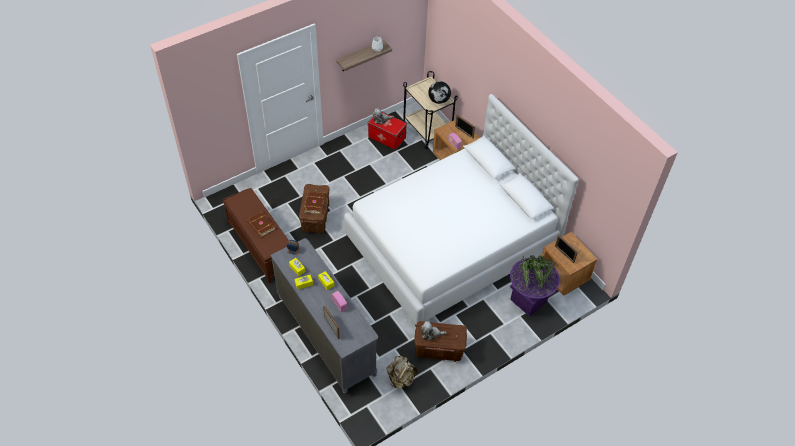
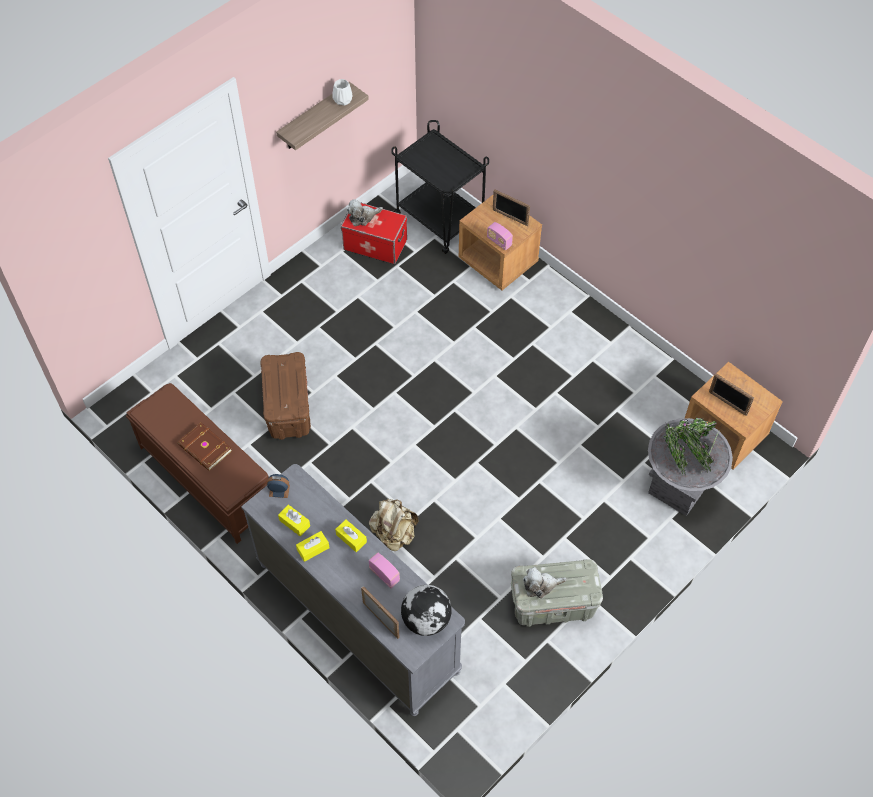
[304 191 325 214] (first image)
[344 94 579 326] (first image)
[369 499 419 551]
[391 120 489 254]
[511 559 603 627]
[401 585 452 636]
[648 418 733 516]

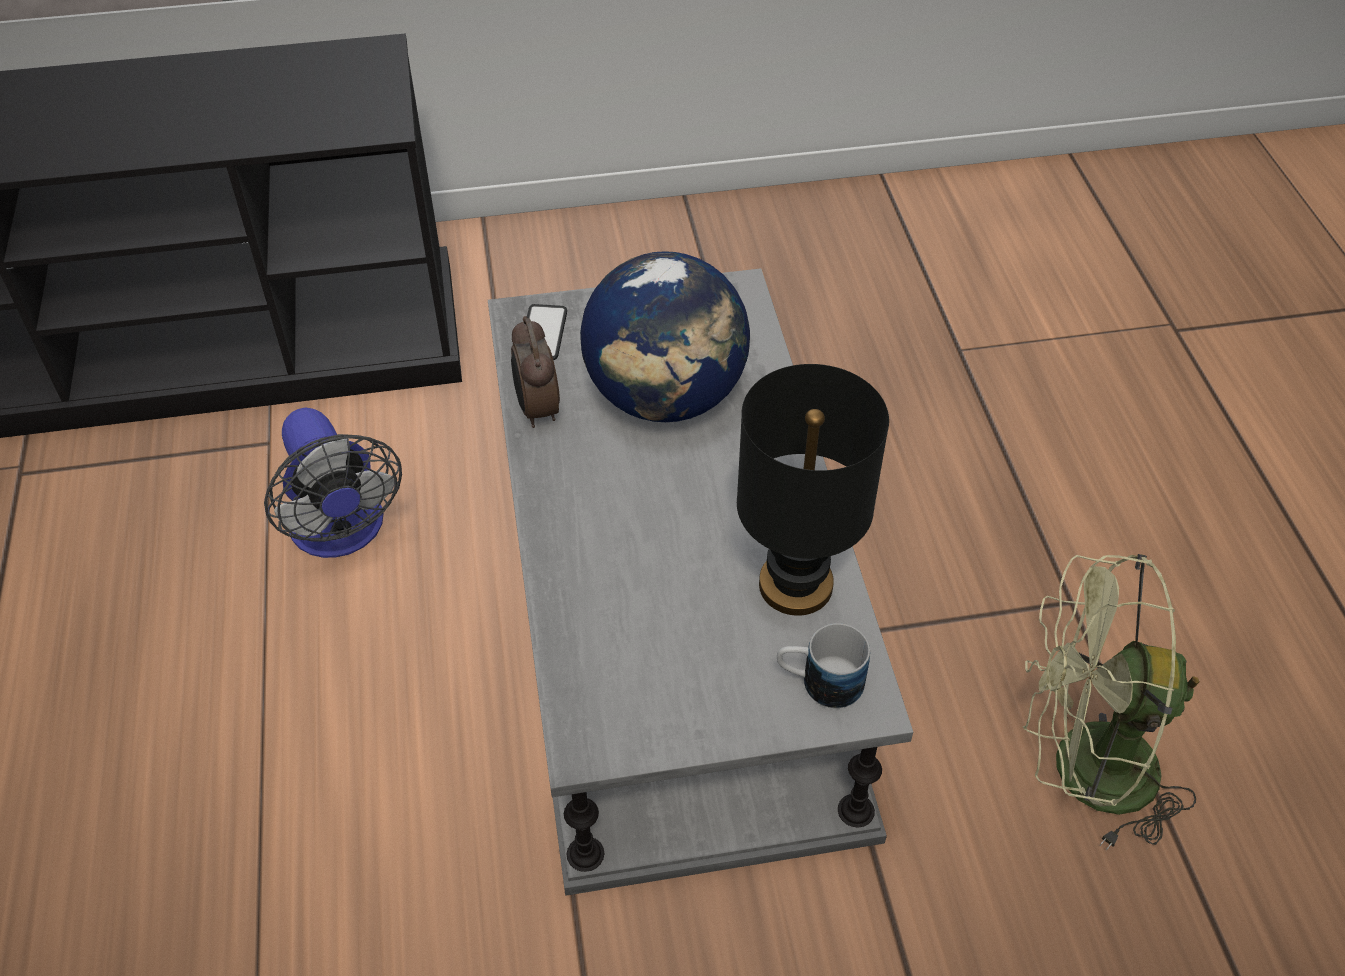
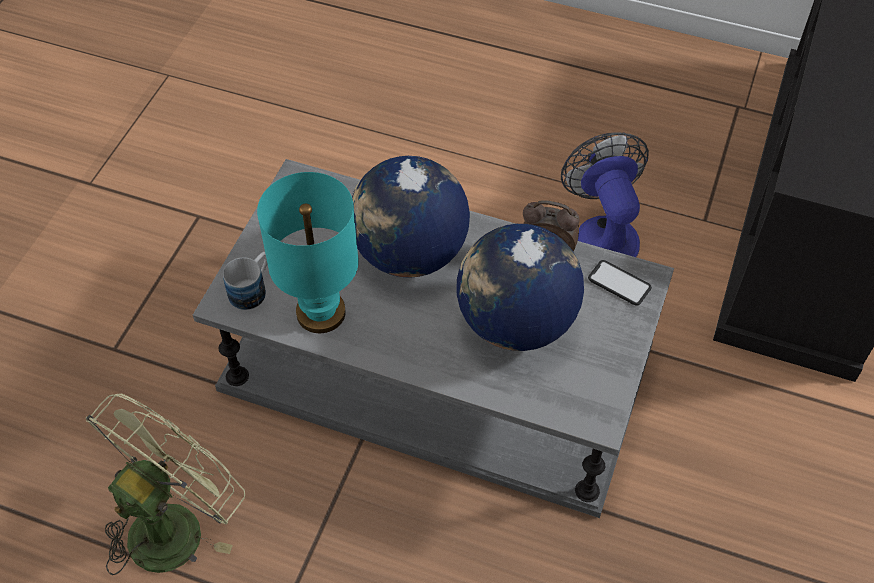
[561 132 649 257]
[257 172 359 333]
[352 156 470 278]

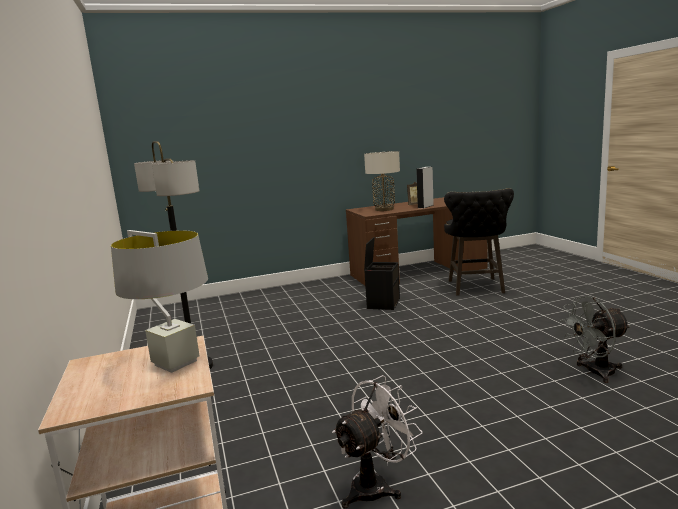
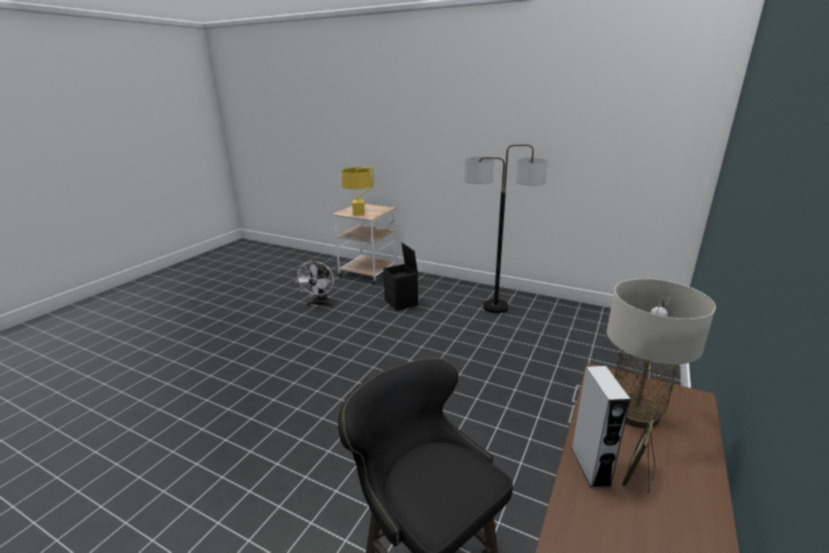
[342 168 374 216]
[383 242 418 311]
[560 296 631 383] (first image)

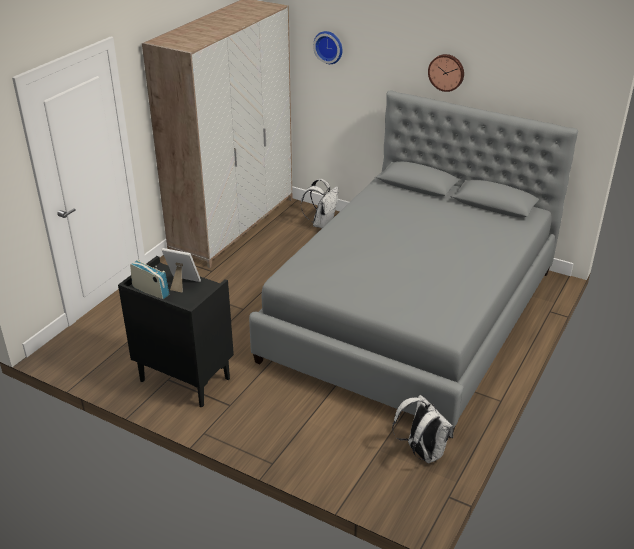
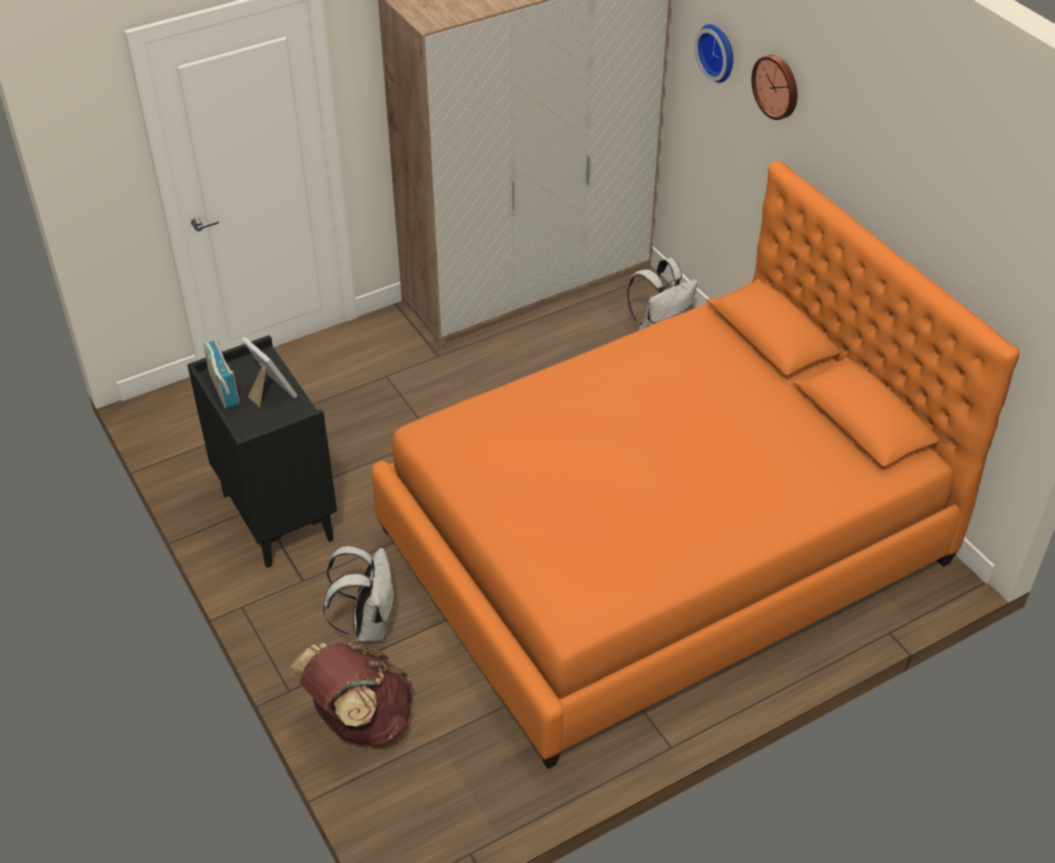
[372 161 1020 769]
[323 546 395 642]
[751 55 797 120]
[290 642 412 747]

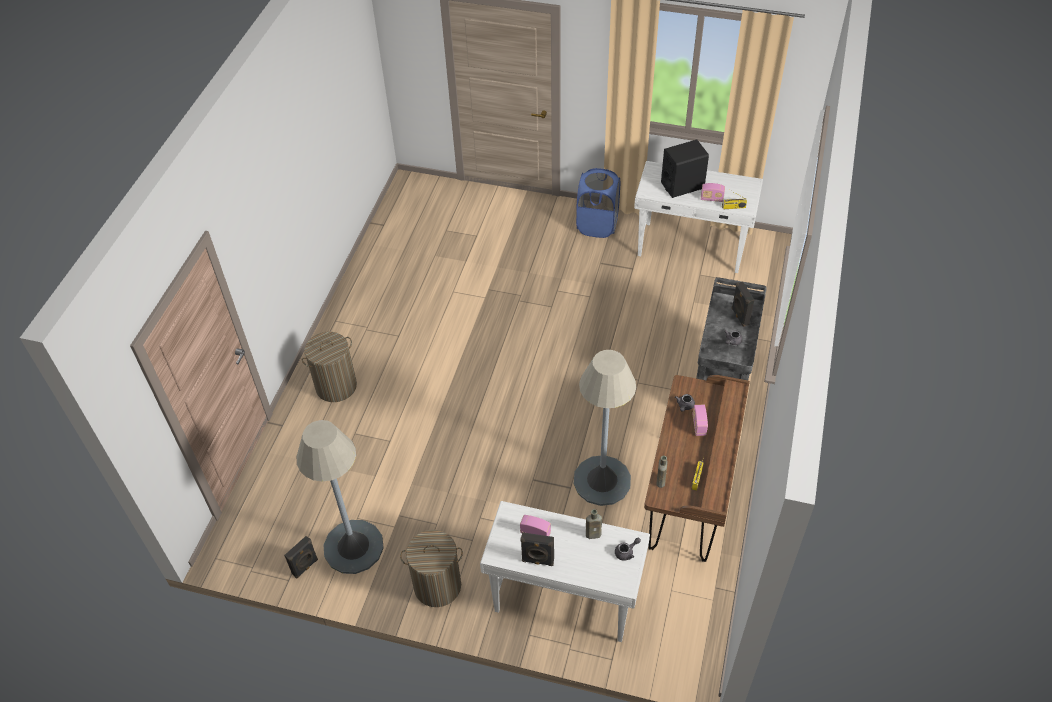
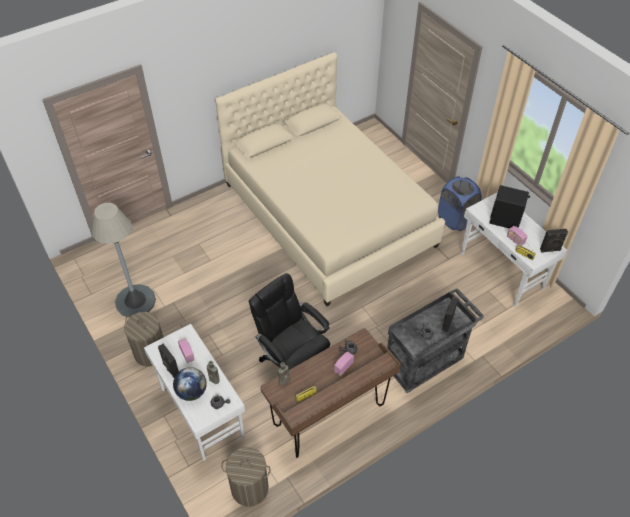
[540 229 568 253]
[221 447 270 506]
[249 273 330 370]
[173 367 207 401]
[215 52 445 306]

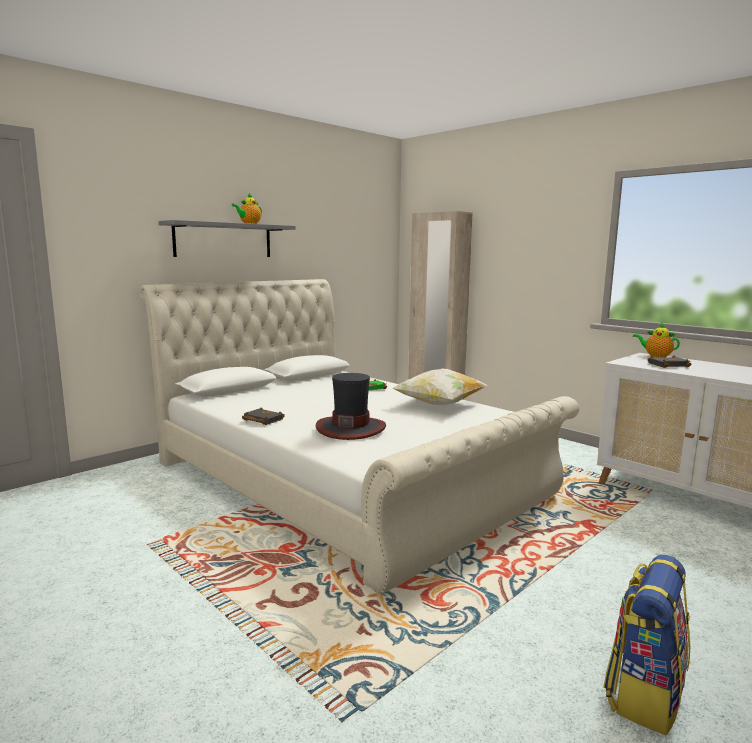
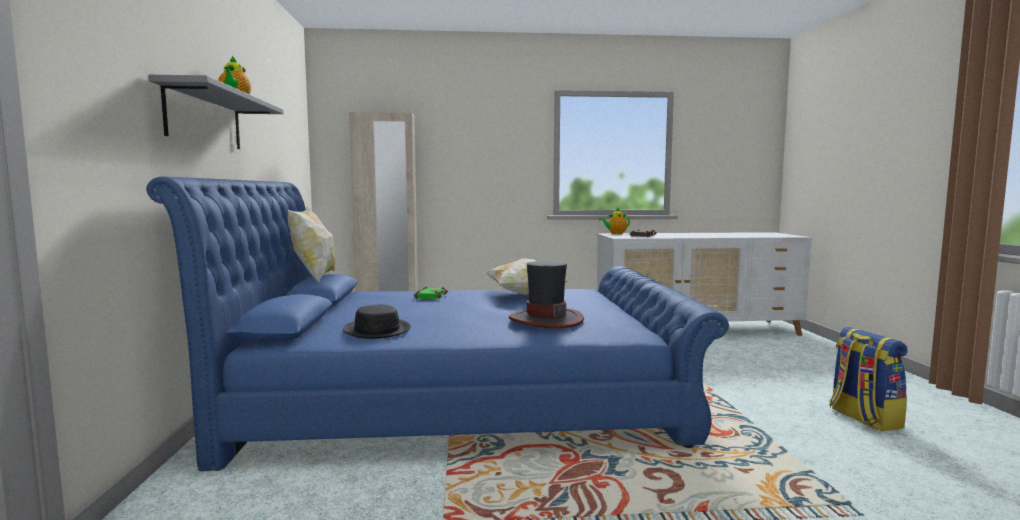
[146 177 729 471]
[242 408 285 425] (first image)
[288 206 335 282]
[343 304 411 339]

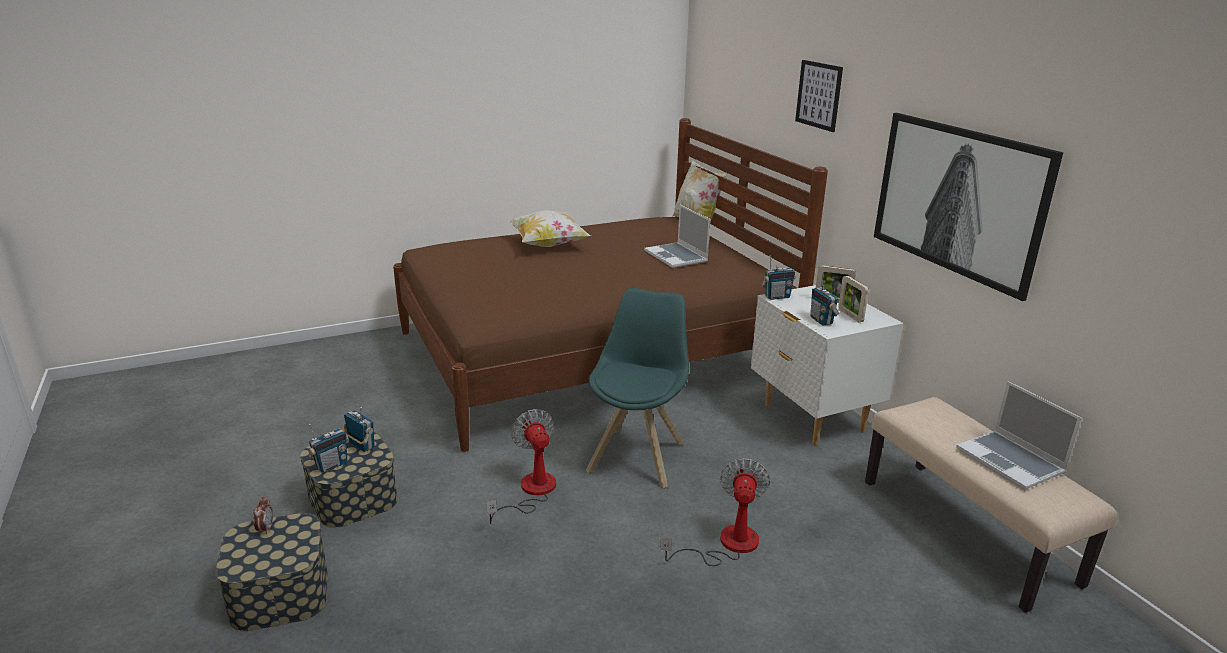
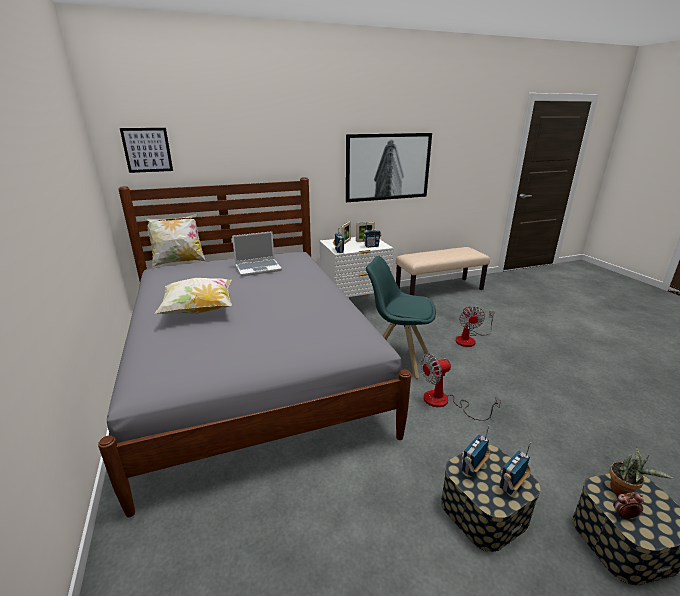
[500 442 531 495]
[98 177 411 518]
[456 306 495 347]
[120 128 173 173]
[956 381 1081 490] (first image)
[609 447 673 495]

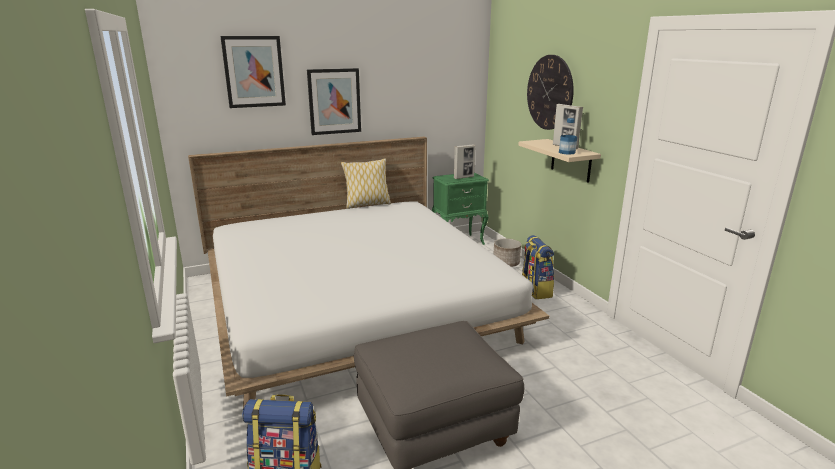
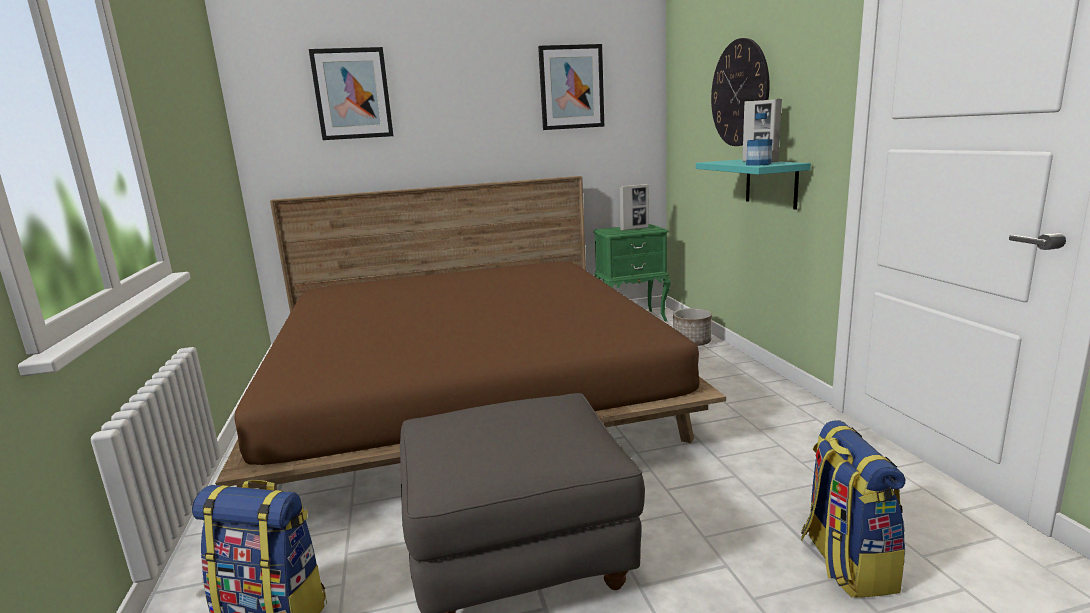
[215 176 726 491]
[538 44 604 130]
[341 158 391 209] (first image)
[696 159 811 210]
[801 420 905 598]

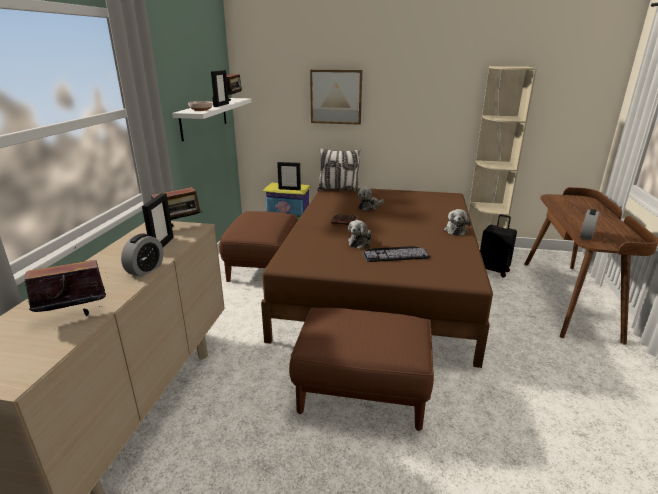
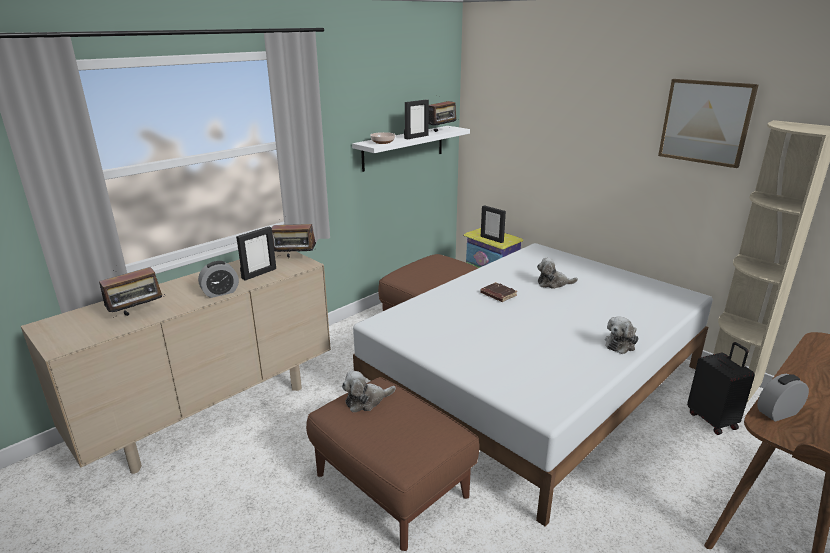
[99 267 165 317]
[353 243 713 526]
[658 79 759 168]
[317 148 361 192] (first image)
[342 371 396 412]
[363 246 430 262] (first image)

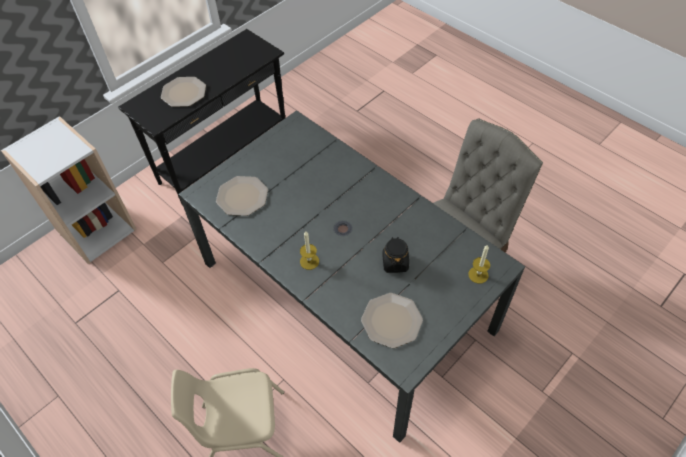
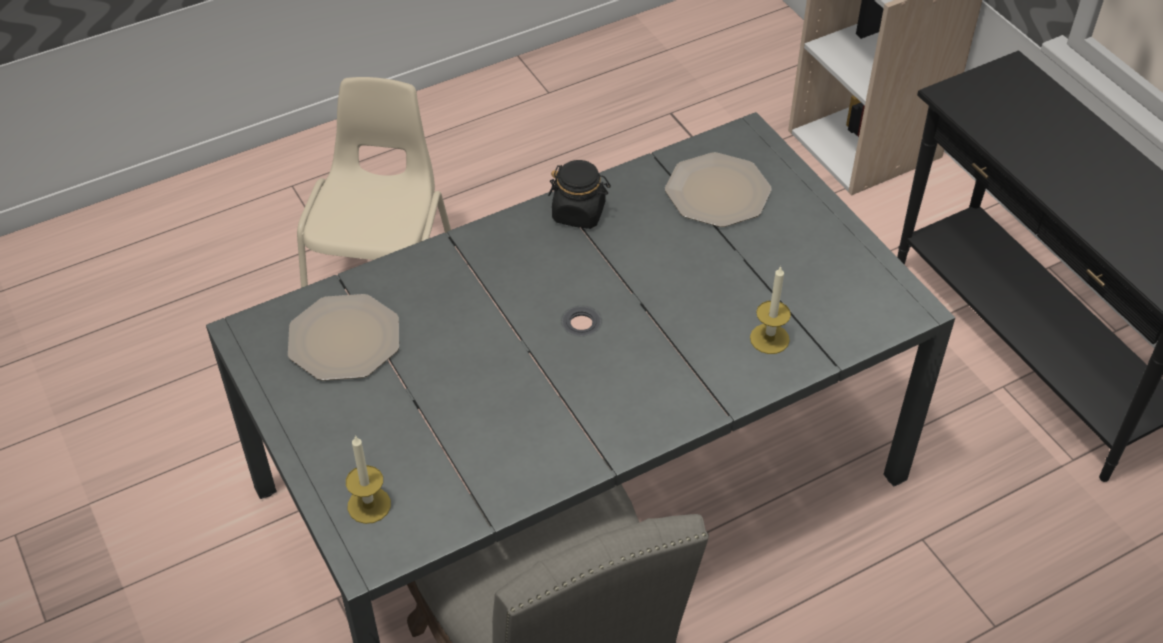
[161 77 206 107] (first image)
[750 266 791 354]
[548 160 611 229]

